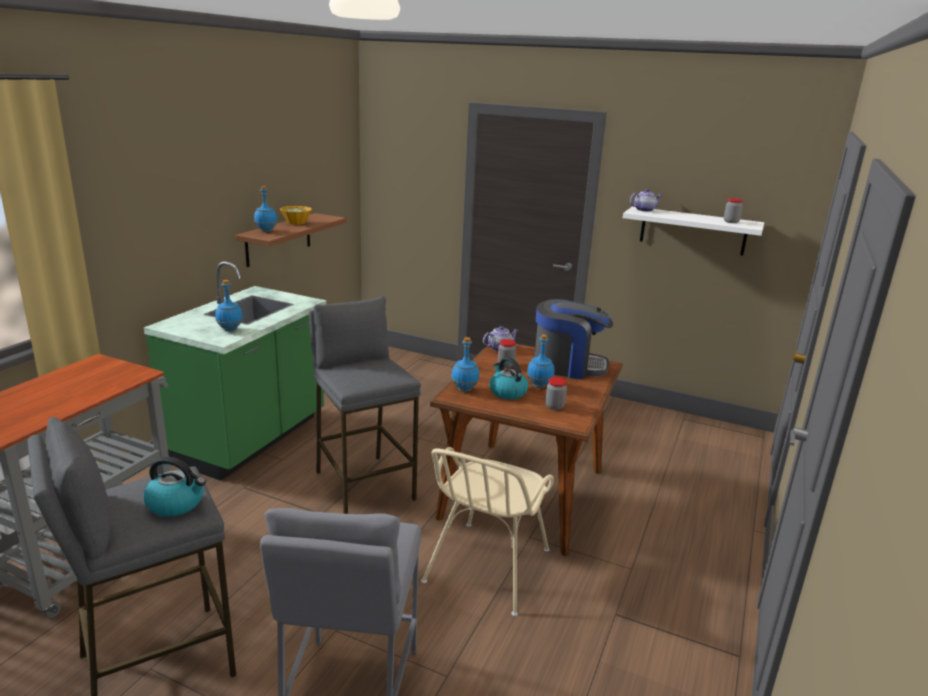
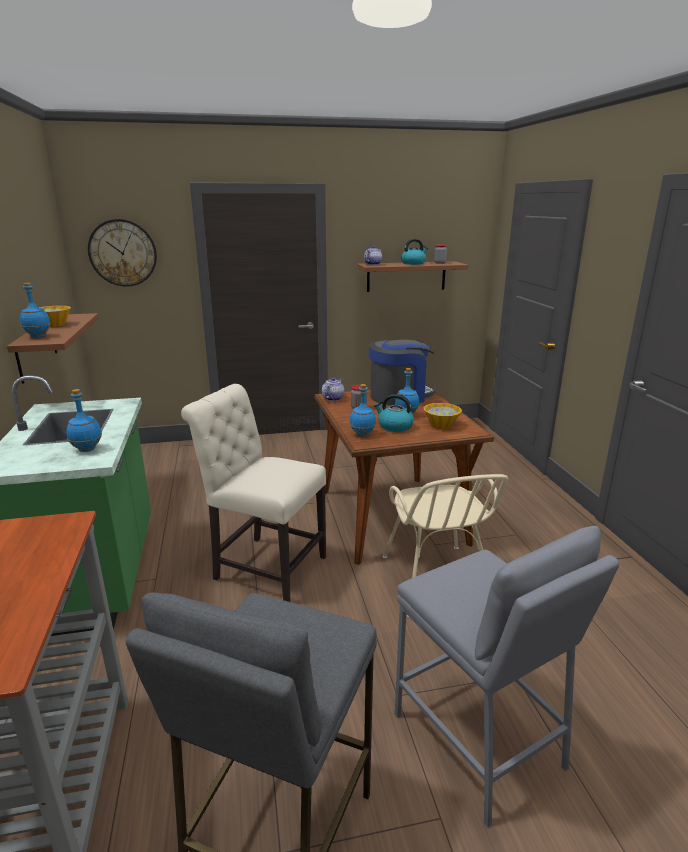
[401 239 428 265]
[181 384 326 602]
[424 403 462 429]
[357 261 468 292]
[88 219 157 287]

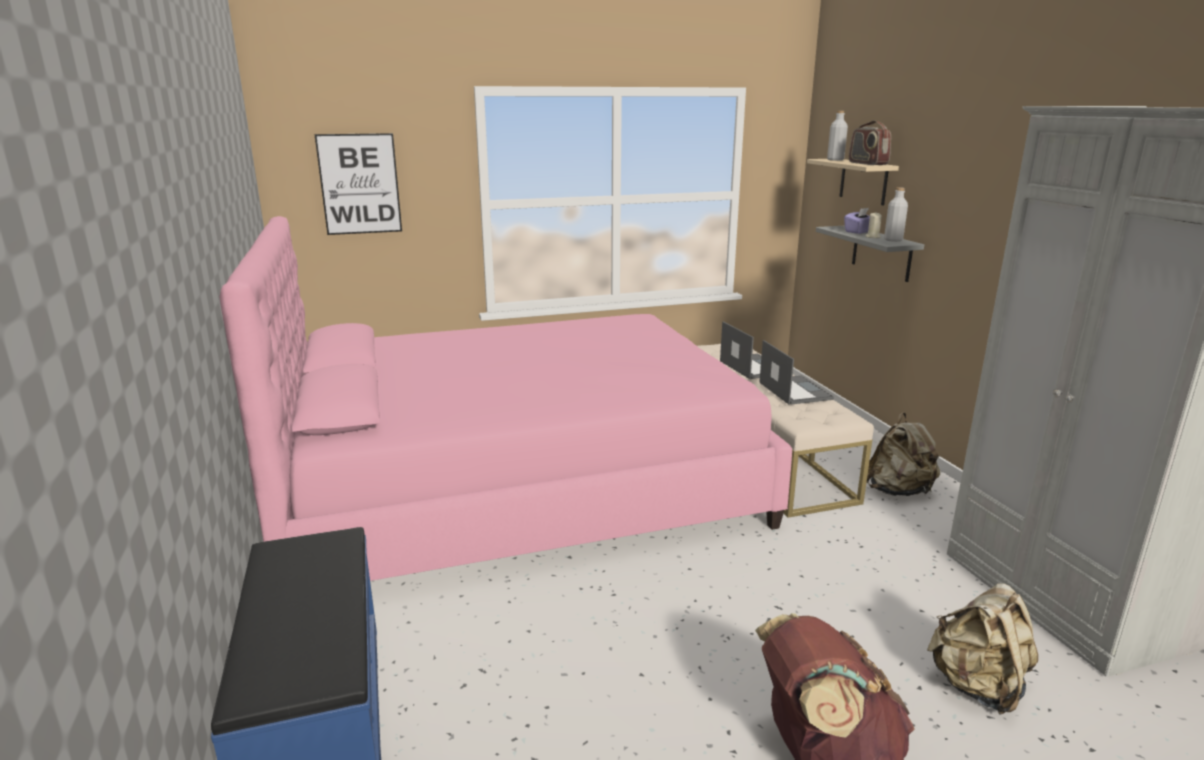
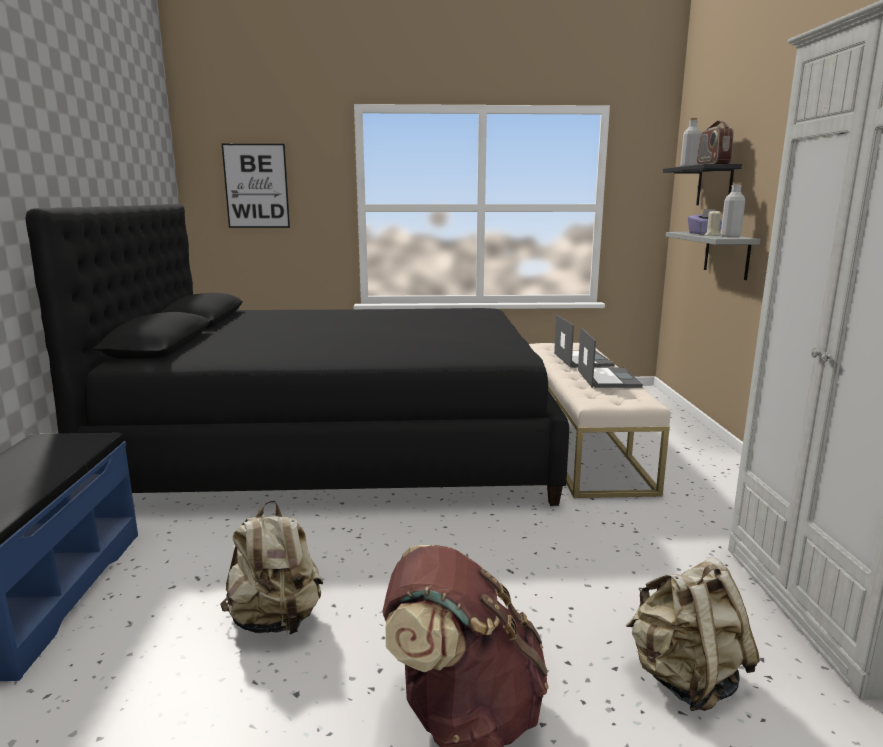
[25 204 569 506]
[663 164 742 205]
[220 500 323 634]

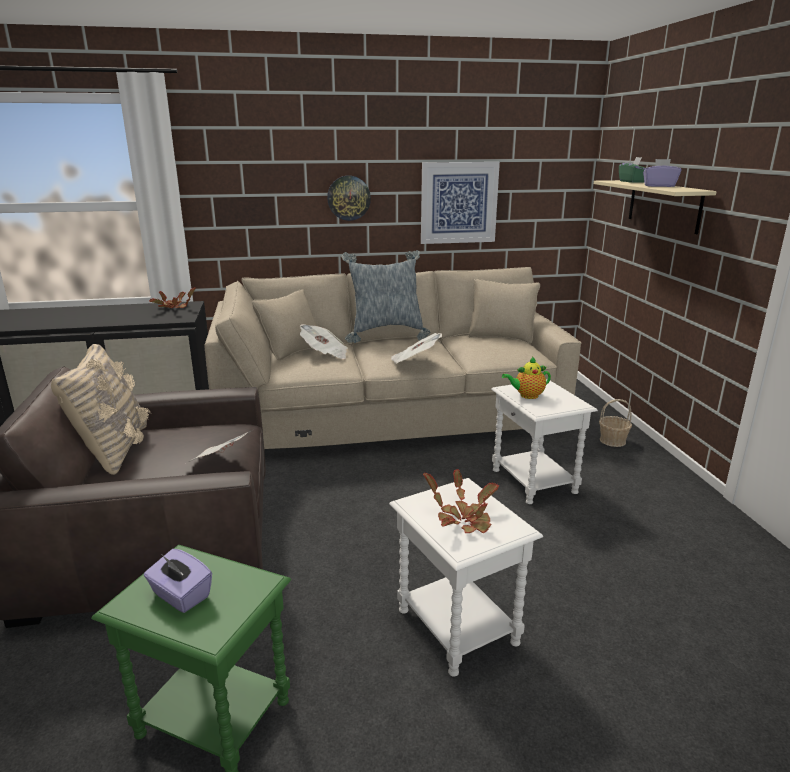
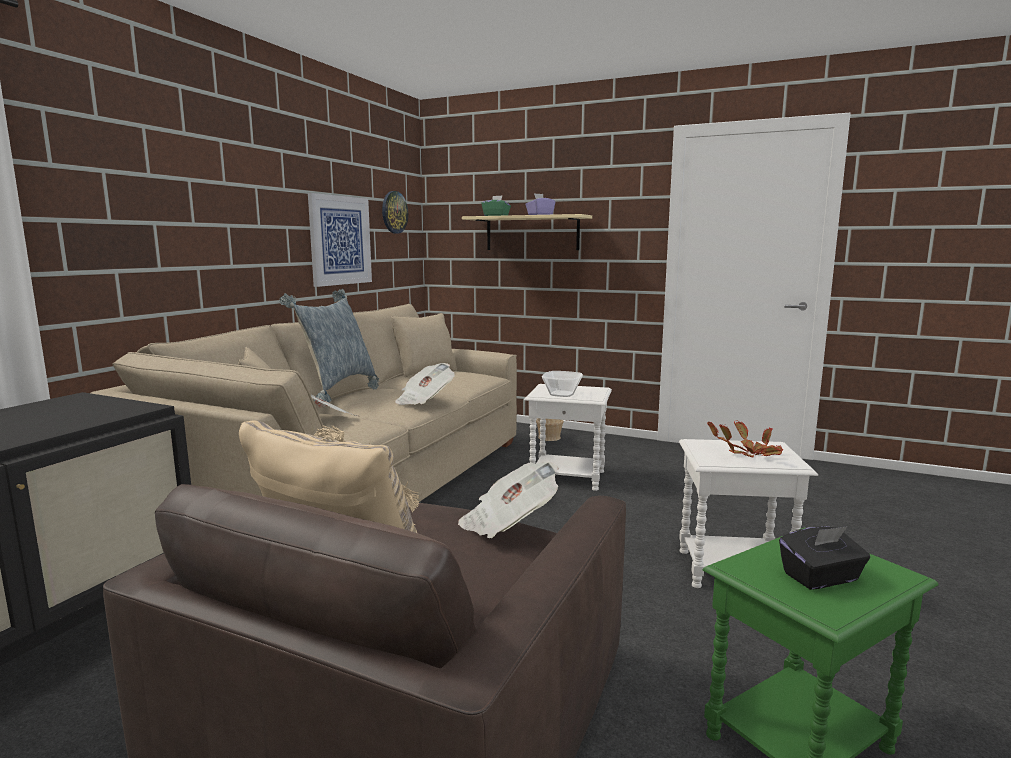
[779 526 870 590]
[149 287 196 308] (first image)
[382 191 408 234]
[542 371 583 397]

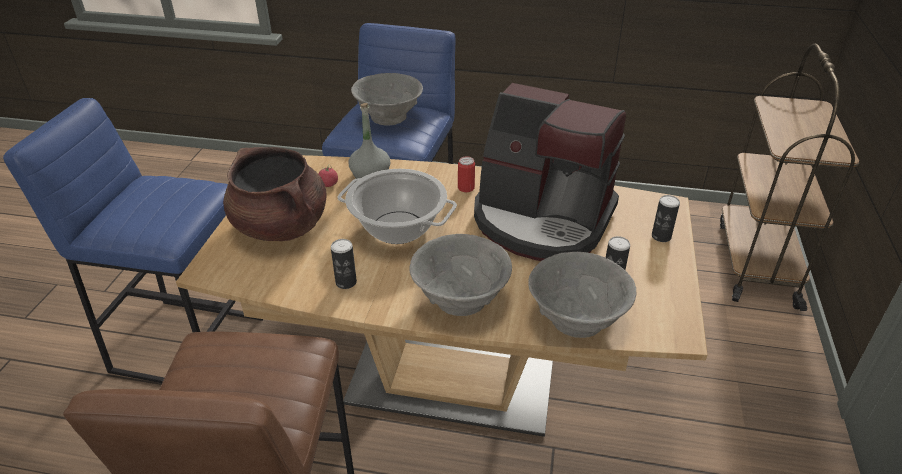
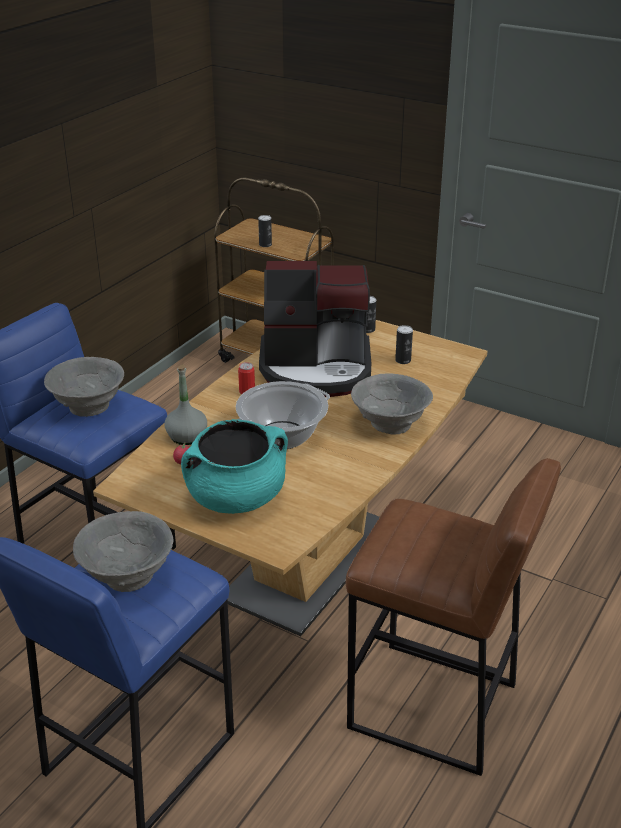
[181 419 288 514]
[258 215 272 247]
[259 261 371 397]
[73 511 173 592]

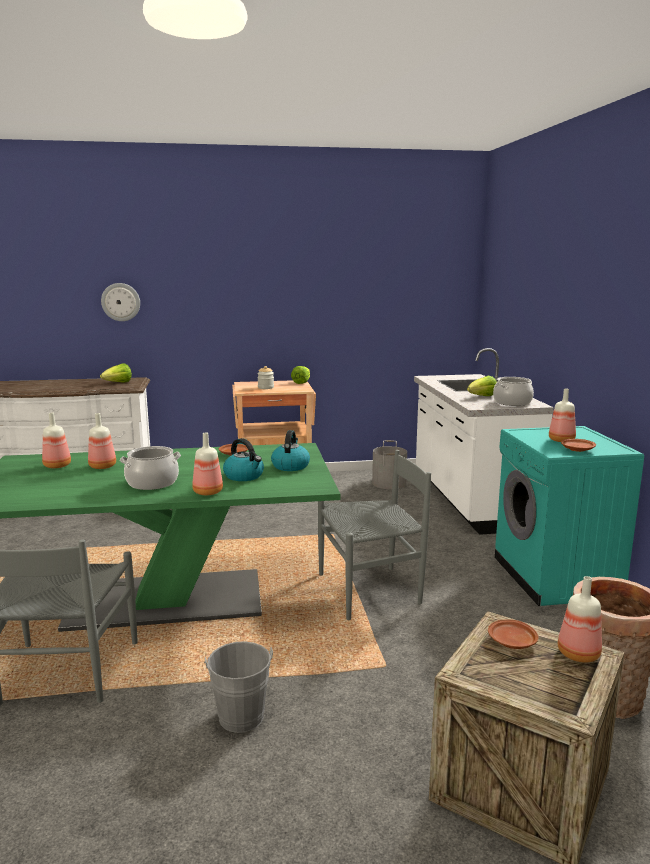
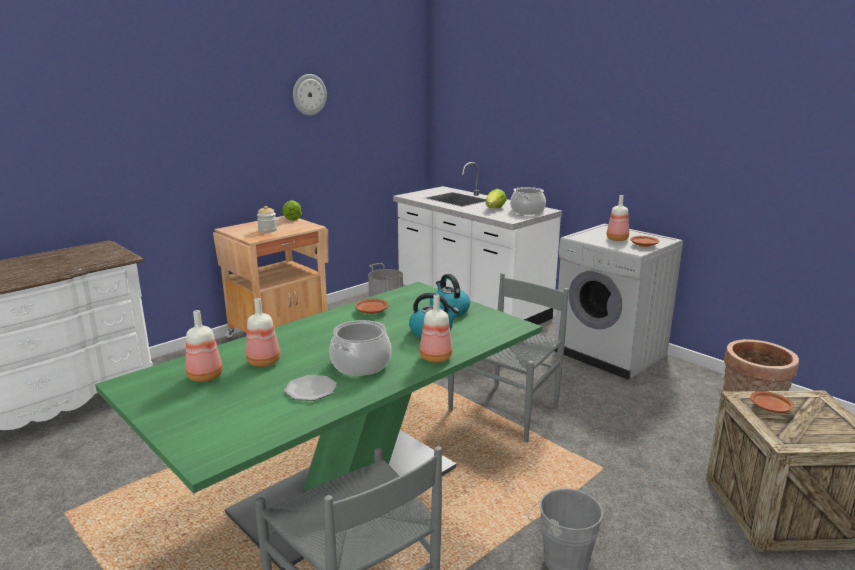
[100 363 132 383] (first image)
[293 74 327 115]
[554 224 683 380]
[558 576 602 663] (first image)
[284 375 337 401]

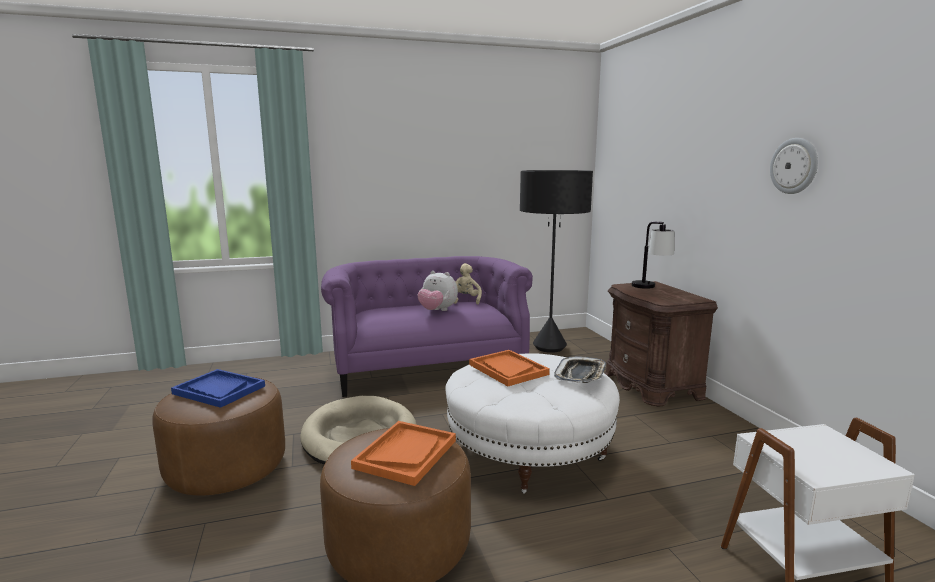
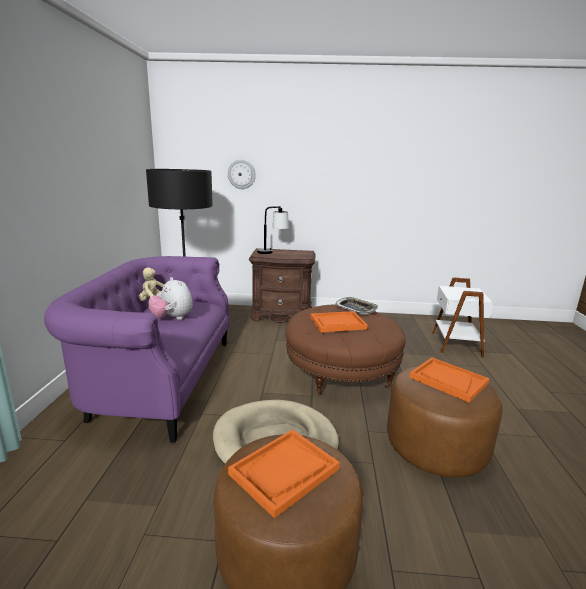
[228 430 340 518]
[148 277 193 320]
[285 305 406 395]
[228 160 256 189]

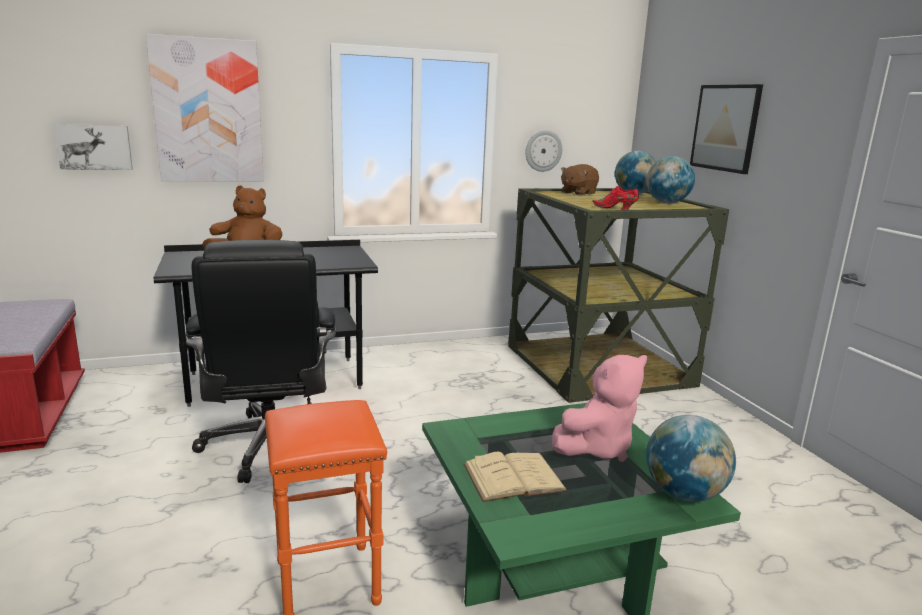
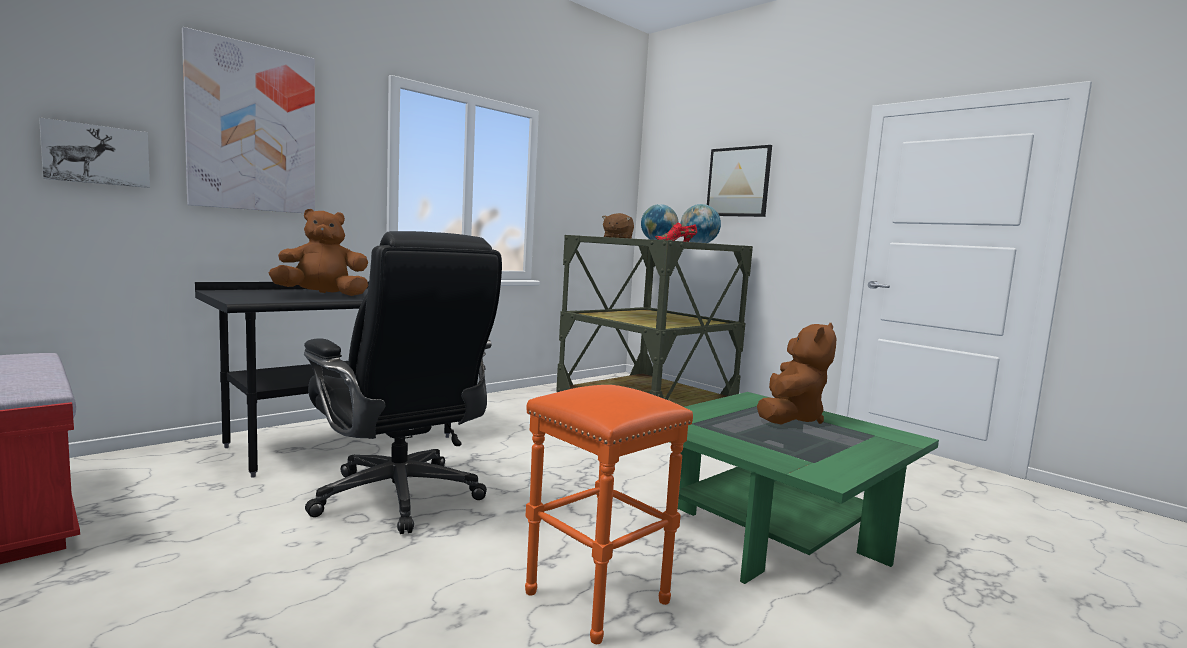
[463 452 568 502] (first image)
[525 130 562 172] (first image)
[757 323 837 425]
[646 415 736 502] (first image)

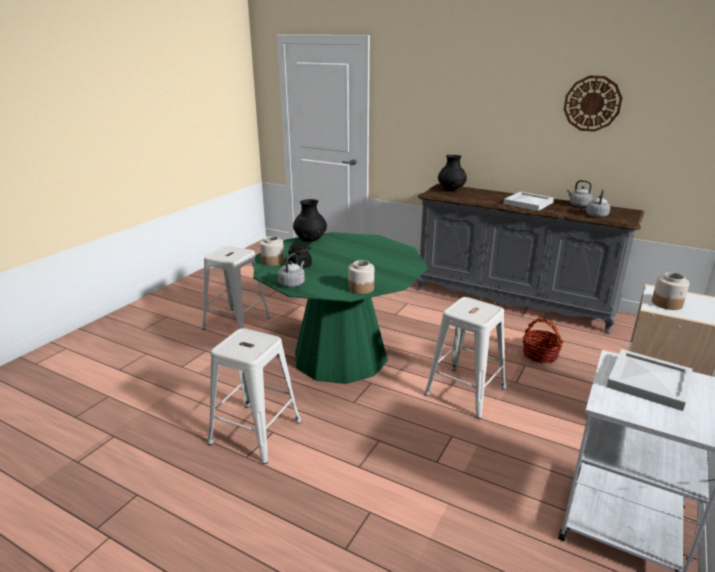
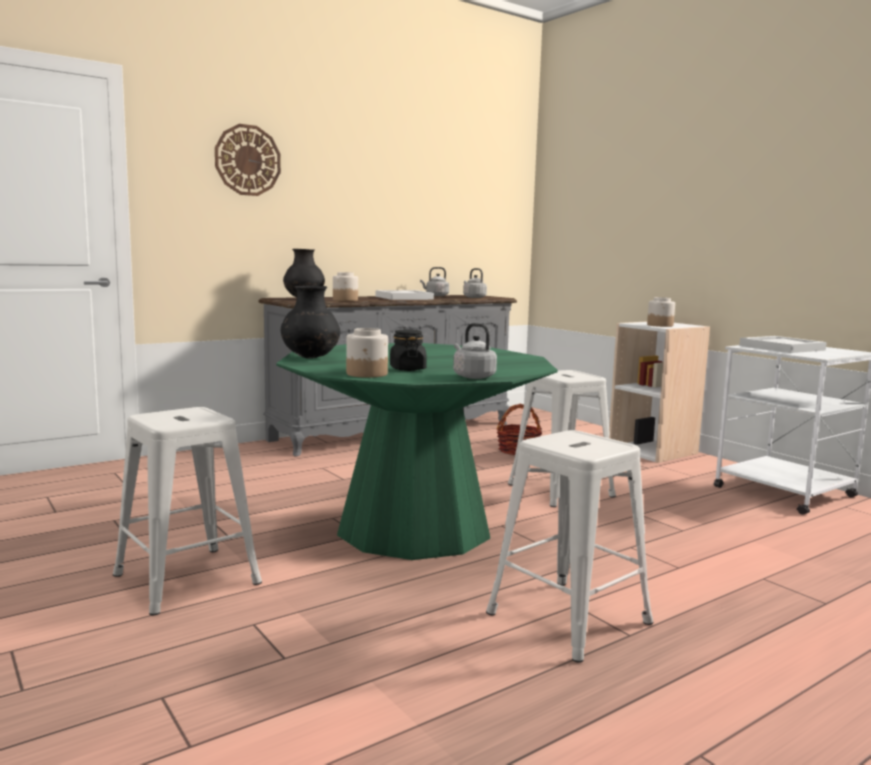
[333 272 358 301]
[215 124 281 196]

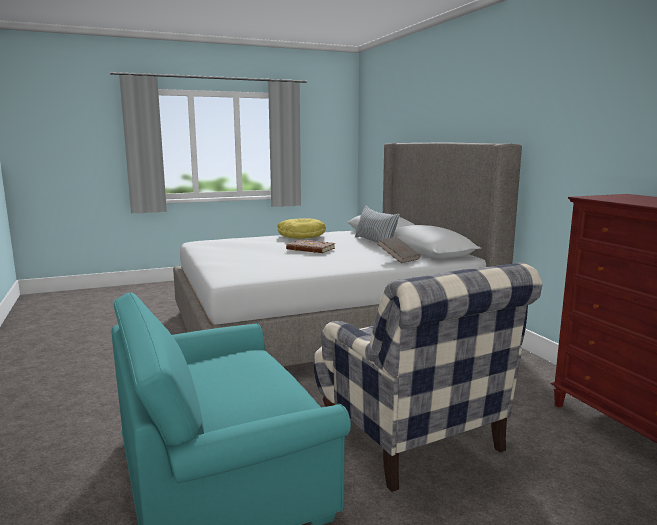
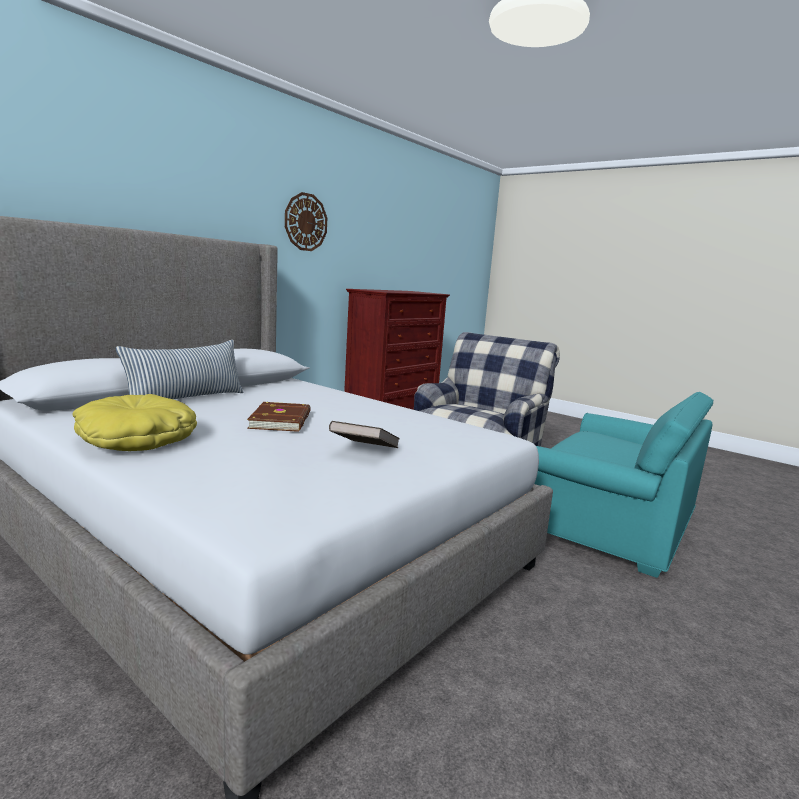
[329 421 400 448]
[285 192 327 251]

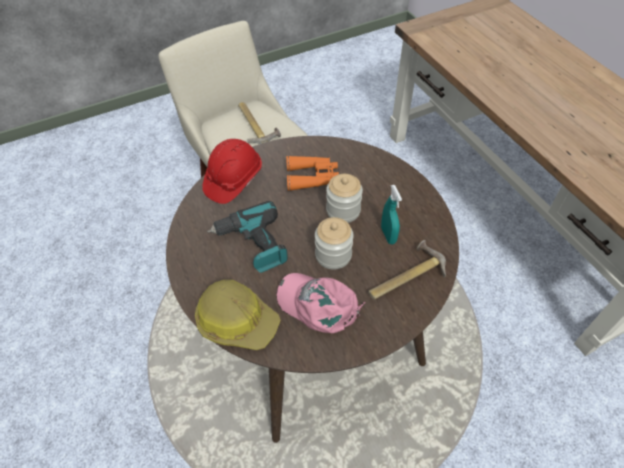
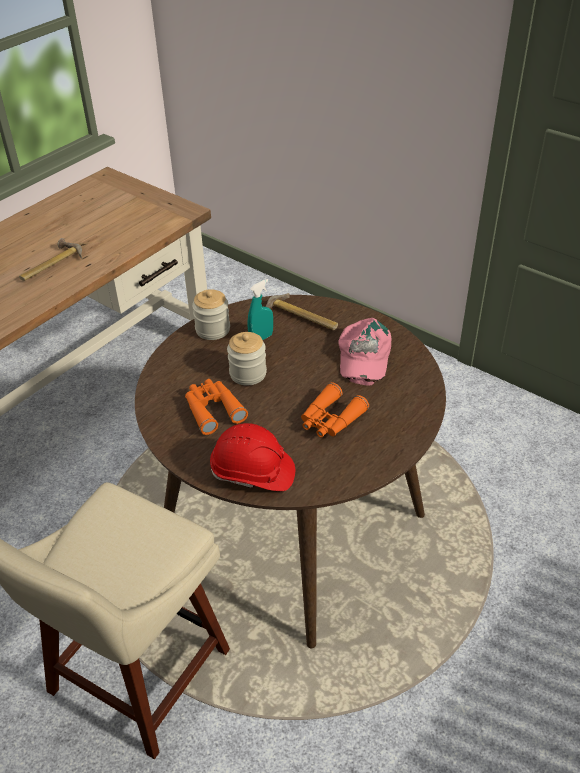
[195 280 281 350] (first image)
[301 382 369 437]
[19 238 82 281]
[192 289 230 340]

